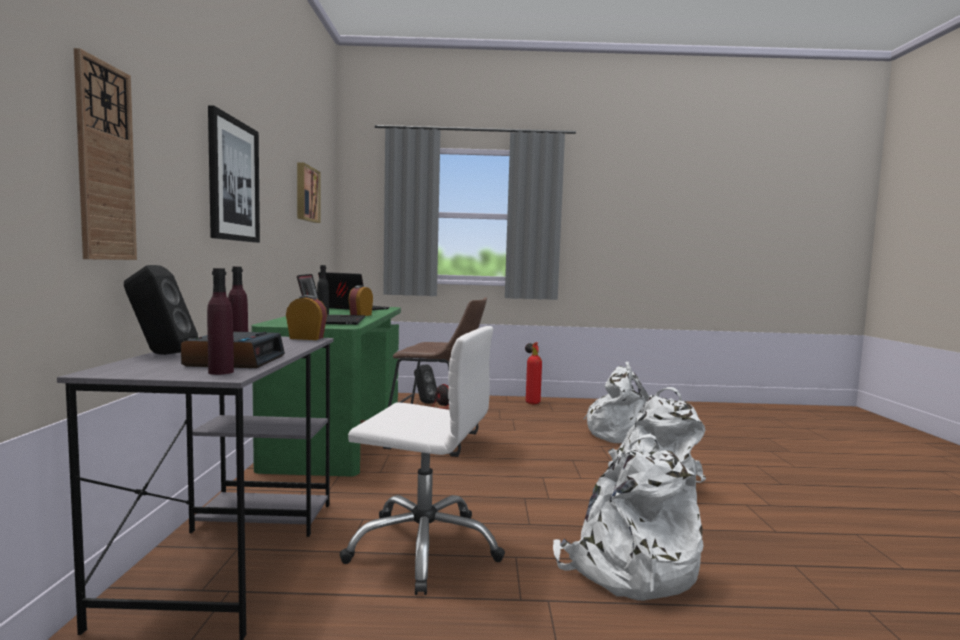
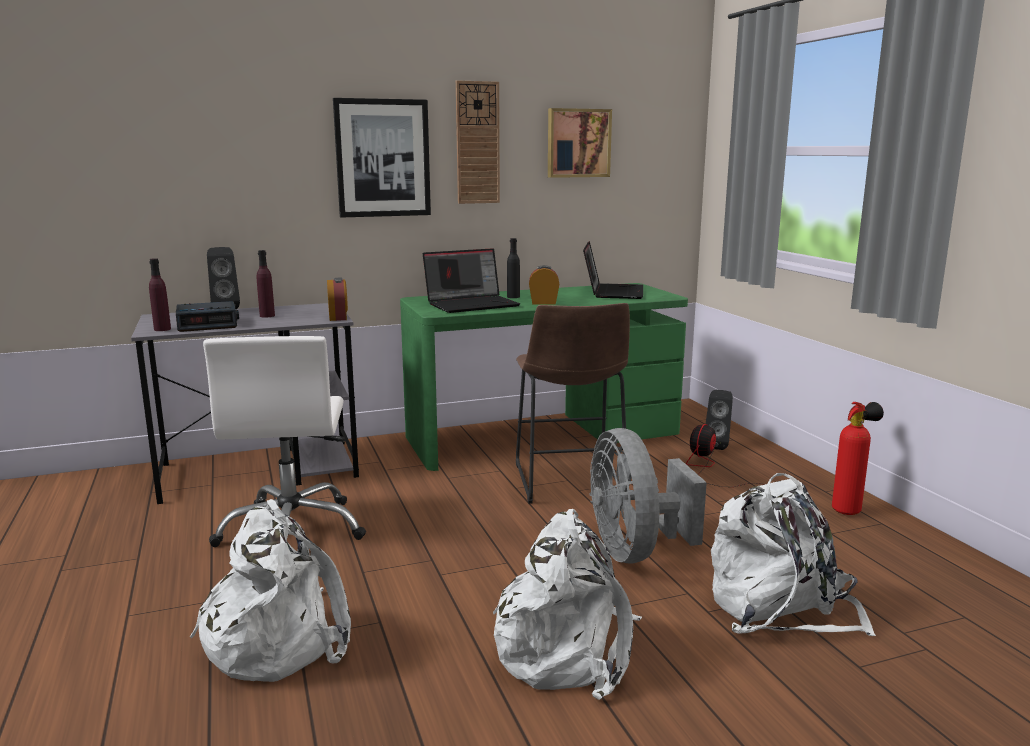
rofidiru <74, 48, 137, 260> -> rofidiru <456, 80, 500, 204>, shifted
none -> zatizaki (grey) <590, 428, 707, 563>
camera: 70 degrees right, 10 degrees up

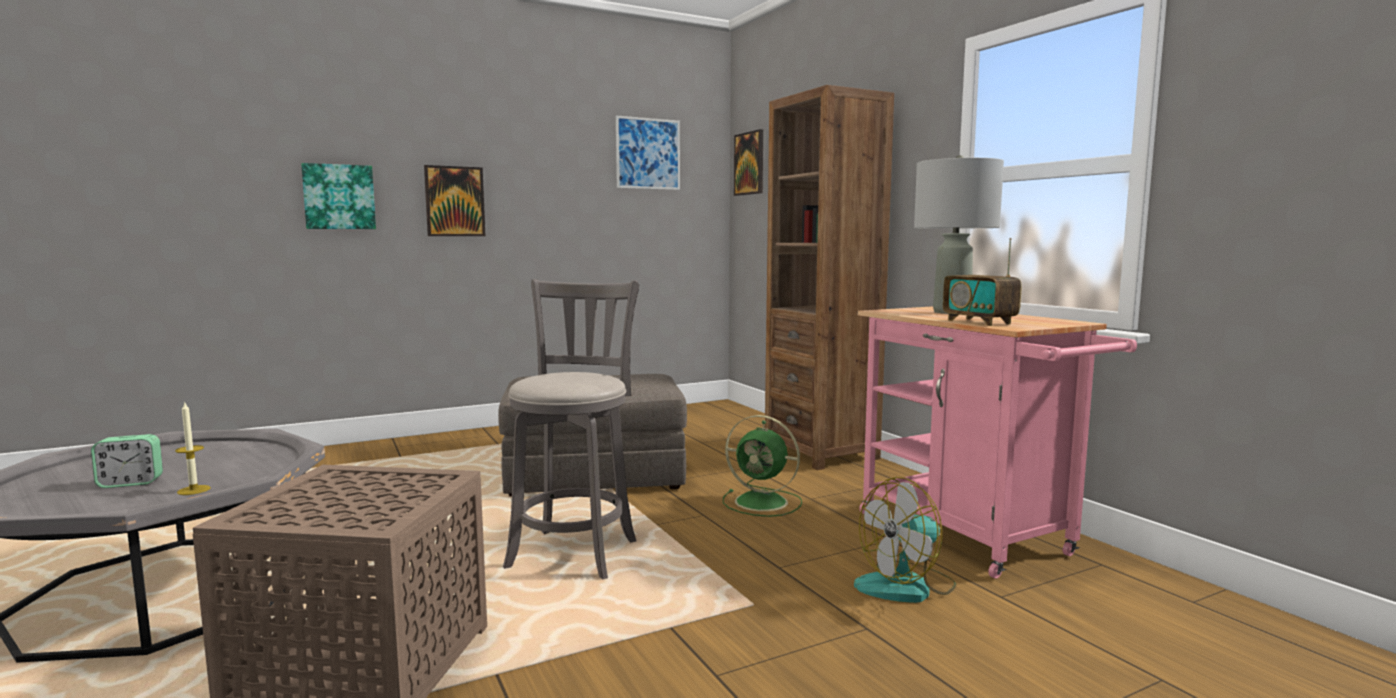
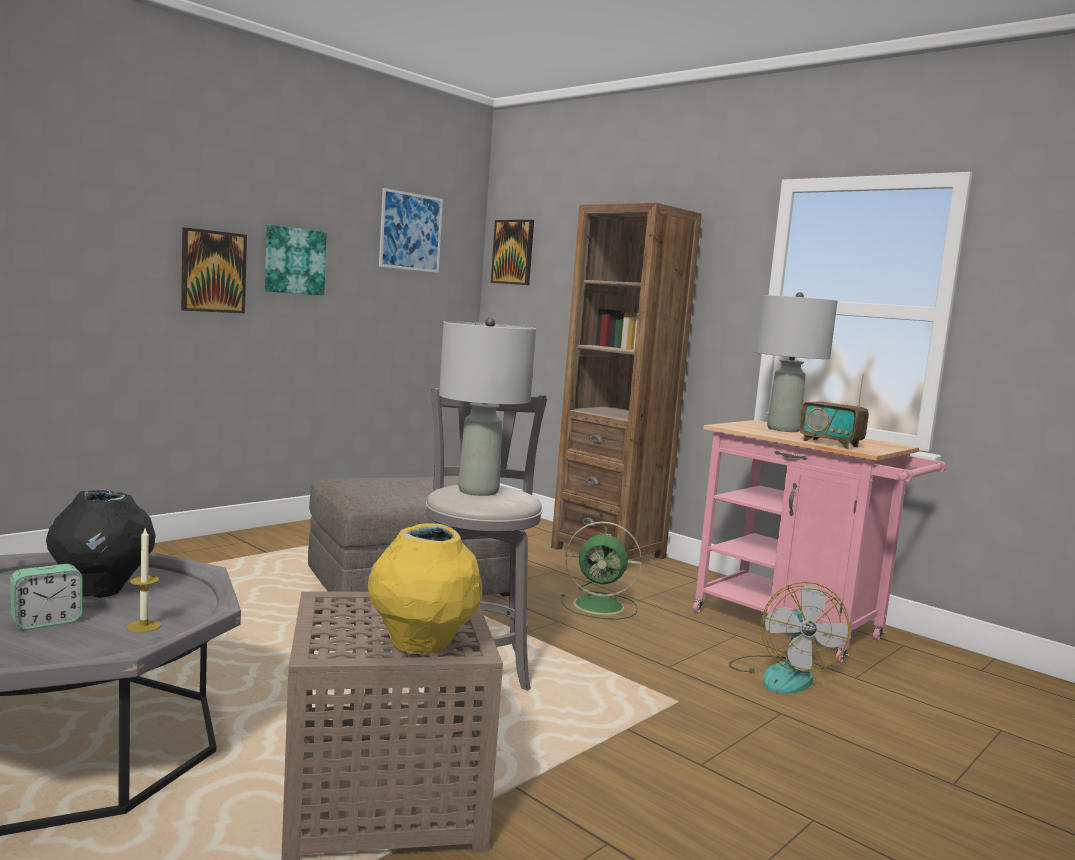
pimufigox <301, 163, 376, 229> -> pimufigox <265, 225, 327, 295>, shifted
zatizaki <854, 477, 957, 603> -> zatizaki <729, 582, 850, 694>, 45 degrees counterclockwise
none -> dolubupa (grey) <439, 318, 536, 496>
none -> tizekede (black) <46, 490, 155, 598>
none -> tizekede (yellow) <368, 523, 482, 654>
camera: 20 degrees left, 0 degrees up

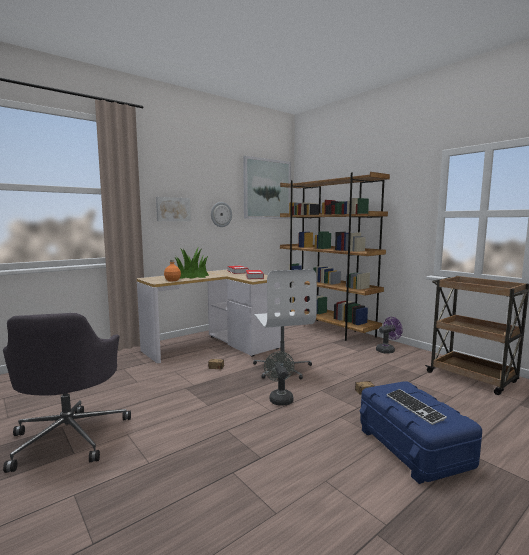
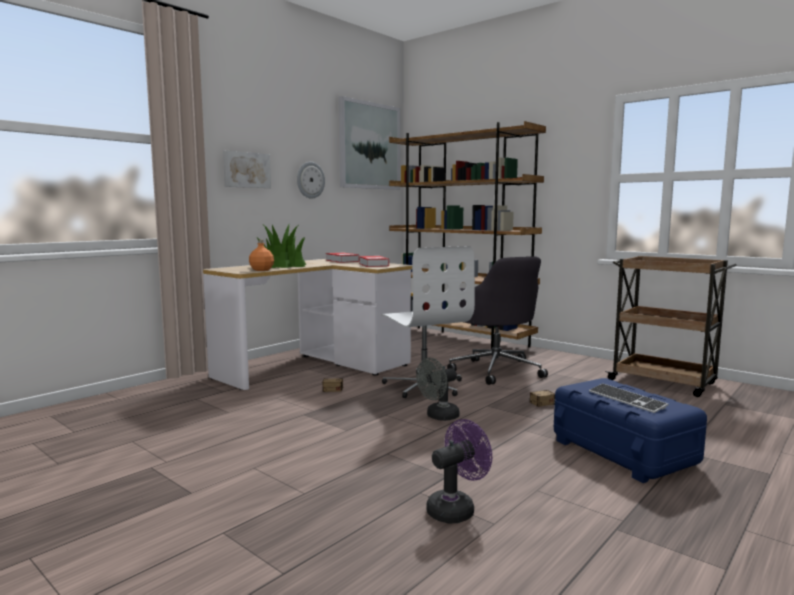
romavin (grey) <3, 313, 131, 473> -> romavin (grey) <447, 256, 548, 385>, shifted
zatizaki (purple) <376, 317, 403, 354> -> zatizaki (purple) <426, 419, 492, 524>, shifted
zatizaki (grey) <264, 351, 294, 406> -> zatizaki (grey) <416, 358, 460, 421>, 105 degrees counterclockwise
camera: 10 degrees left, 0 degrees up

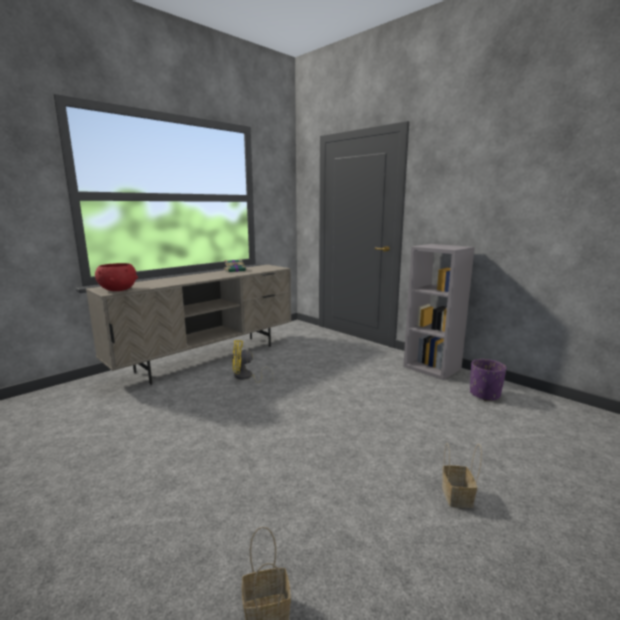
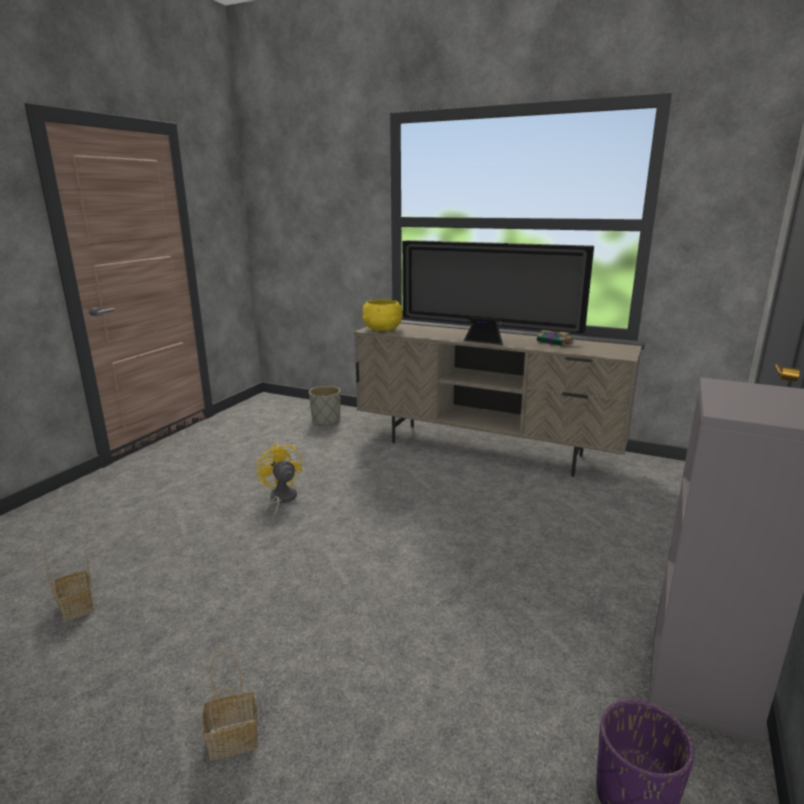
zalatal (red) <95, 263, 138, 291> -> zalatal (yellow) <362, 300, 402, 331>
zatizaki (yellow) <232, 340, 273, 383> -> zatizaki (yellow) <256, 442, 303, 522>, shifted
none -> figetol <402, 240, 594, 345>
none -> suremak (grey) <309, 386, 340, 426>
camera: 70 degrees right, 5 degrees up

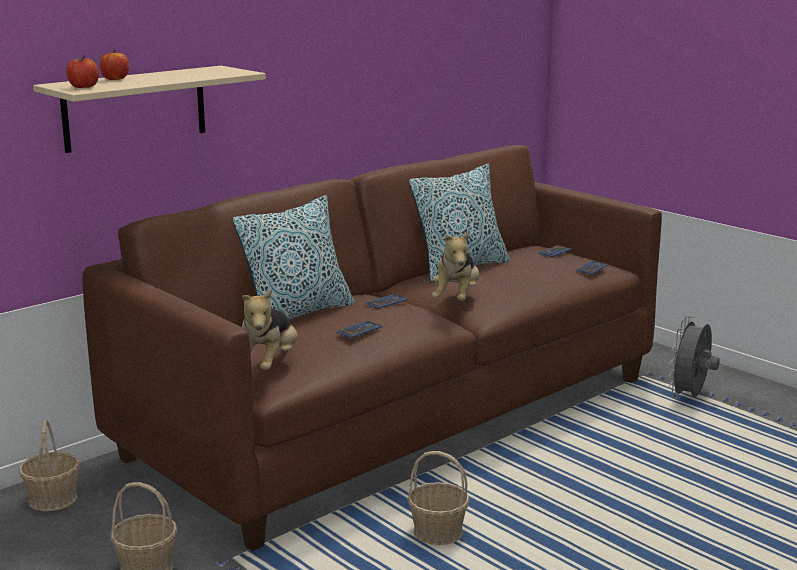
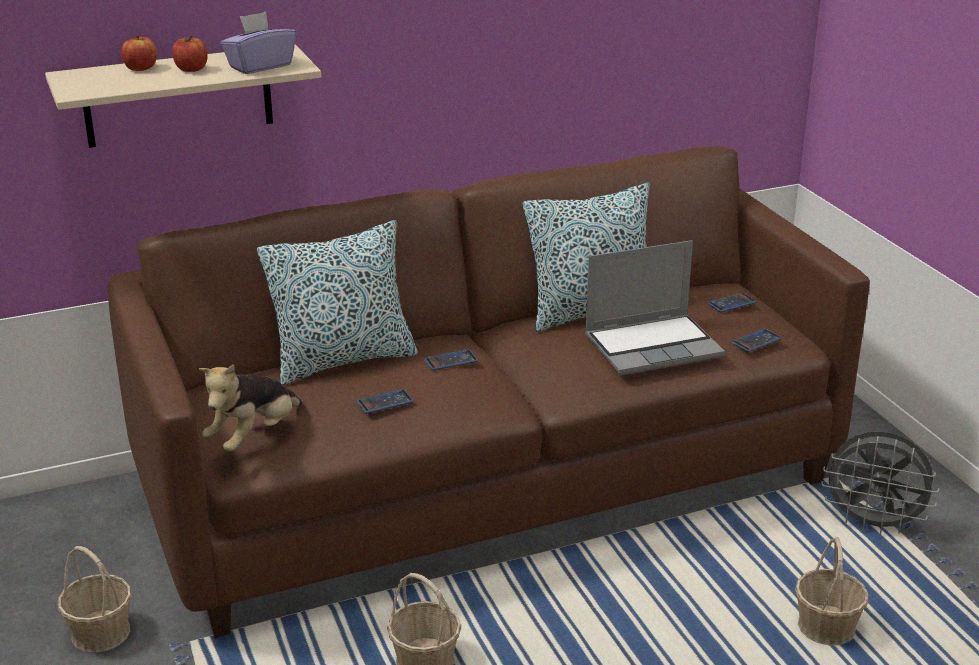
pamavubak <66, 56, 99, 88> -> pamavubak <172, 35, 208, 72>, shifted
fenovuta <432, 231, 479, 301> -> none
zatizaki (grey) <668, 316, 720, 399> -> zatizaki (grey) <821, 431, 939, 535>, 120 degrees counterclockwise
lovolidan <19, 419, 80, 511> -> lovolidan <795, 537, 869, 646>, shifted
none -> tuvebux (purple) <220, 12, 296, 74>
none -> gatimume <585, 240, 725, 375>
camera: 20 degrees right, 10 degrees up

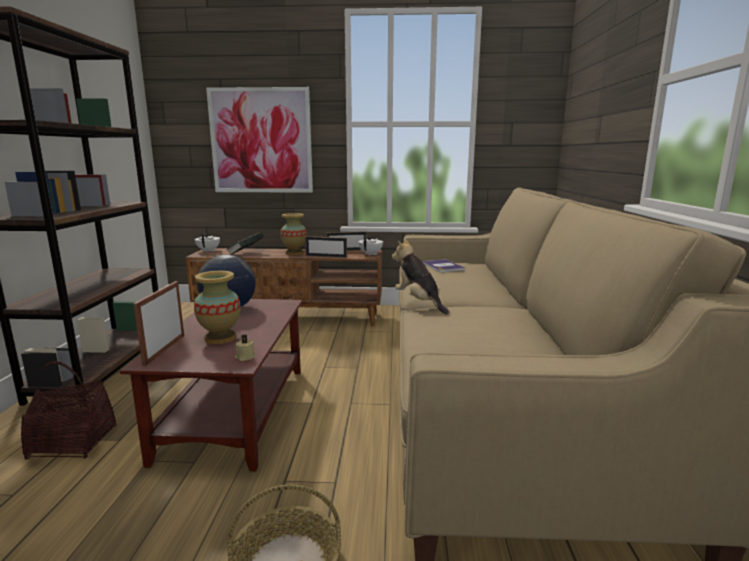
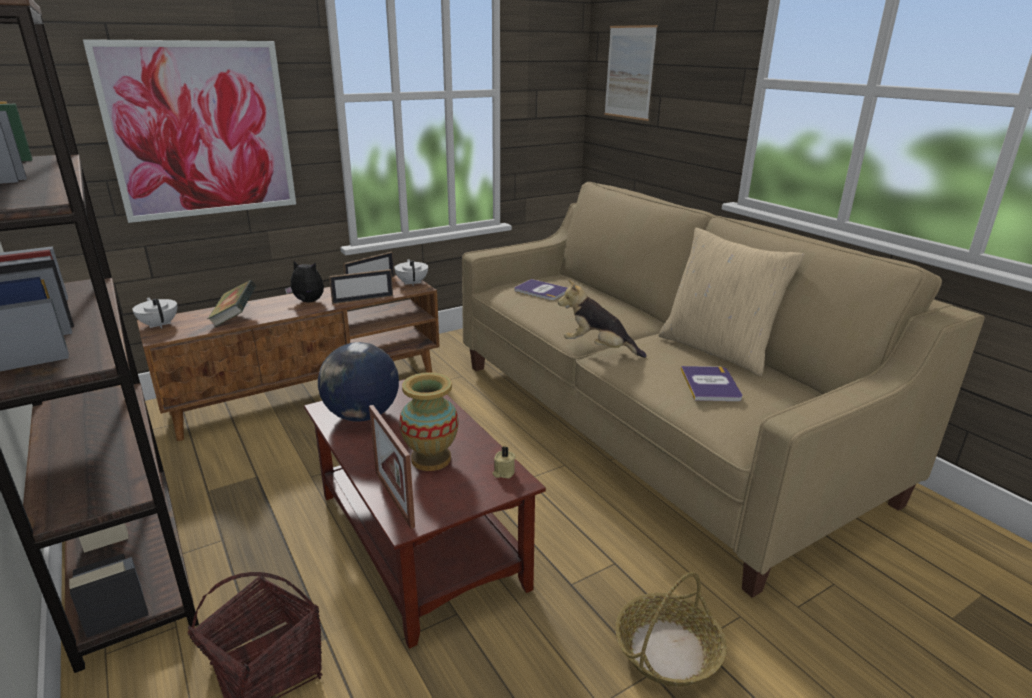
tizekede <280, 213, 307, 255> -> fenovuta <285, 260, 324, 302>
none -> pimufigox <604, 25, 657, 121>
none -> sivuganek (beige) <659, 228, 805, 376>
none -> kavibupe <681, 366, 742, 401>
camera: 35 degrees left, 10 degrees up

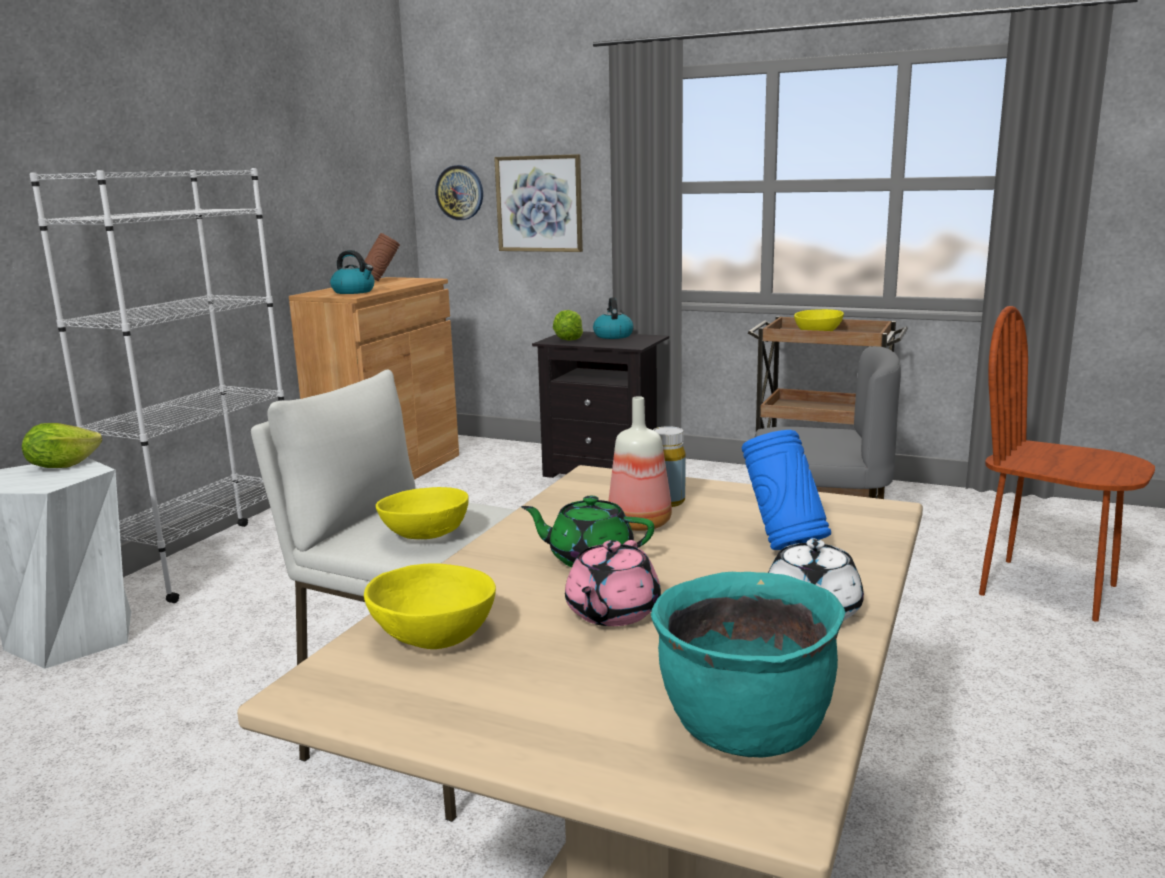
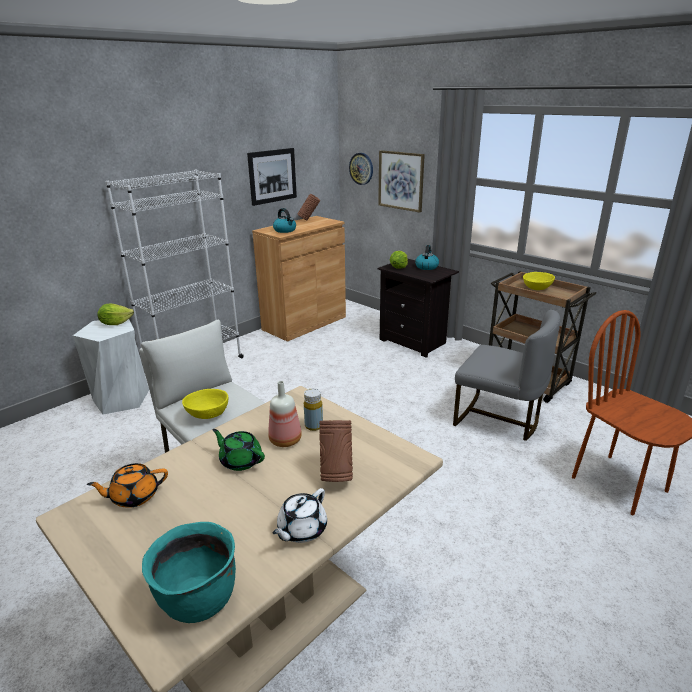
tizekede (blue) <742, 430, 831, 550> -> tizekede (brown) <319, 420, 353, 482>
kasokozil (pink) <565, 540, 661, 626> -> none
zalatal (yellow) <364, 563, 496, 649> -> kasokozil (orange) <87, 463, 168, 508>
none -> pimufigox <247, 148, 297, 206>
camera: 20 degrees right, 10 degrees up

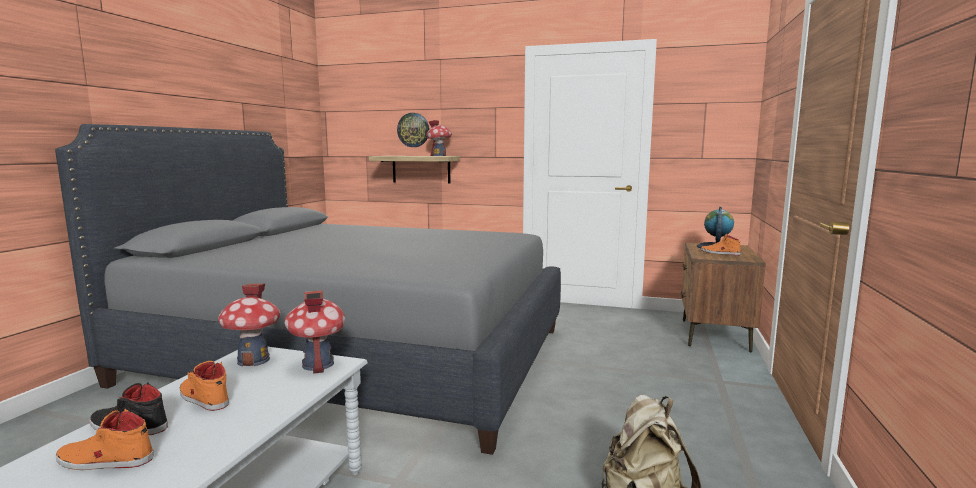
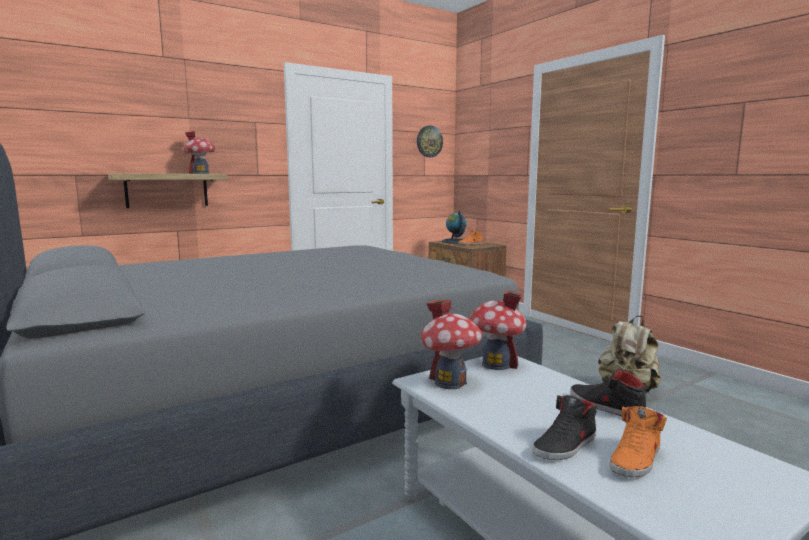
rofidiru <397, 113, 429, 147> -> rofidiru <417, 125, 443, 157>, shifted
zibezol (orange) <179, 361, 229, 411> -> none
none -> zibezol (black) <570, 368, 646, 416>
camera: 50 degrees left, 0 degrees up

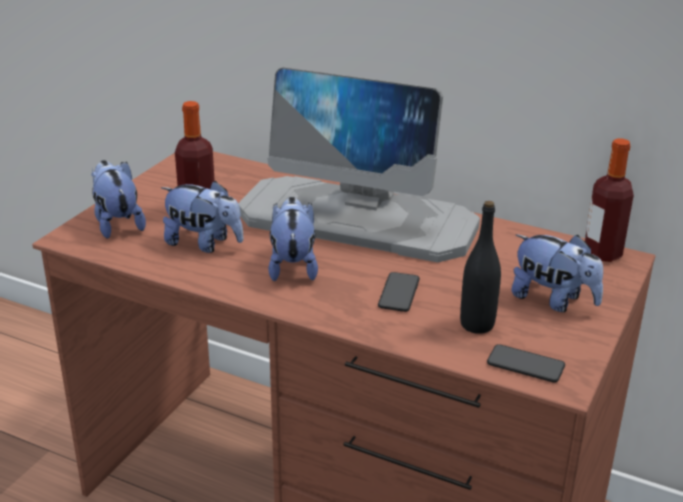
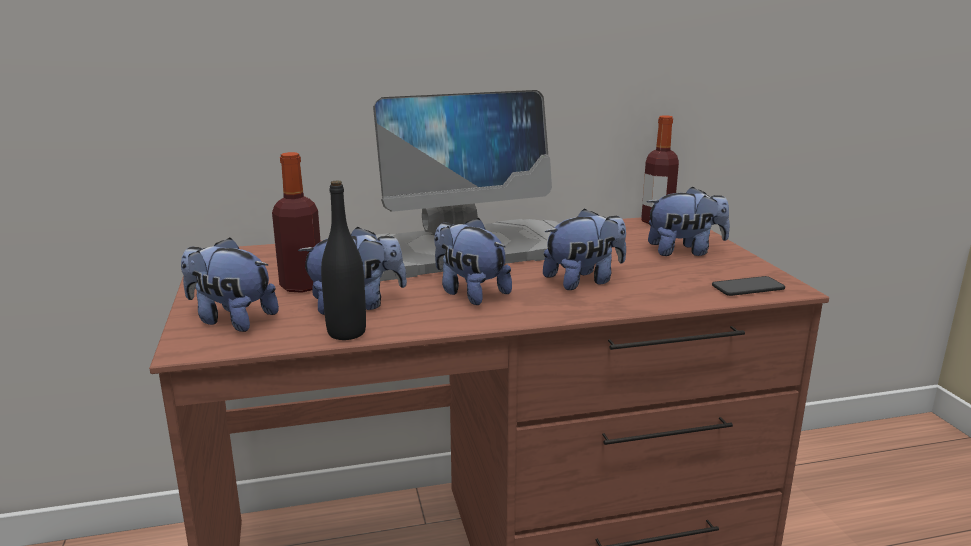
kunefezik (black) <460, 201, 501, 334> -> kunefezik (black) <321, 180, 366, 340>, shifted
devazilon <378, 272, 420, 312> -> fenovuta <543, 208, 626, 290>
camera: 40 degrees left, 10 degrees down

